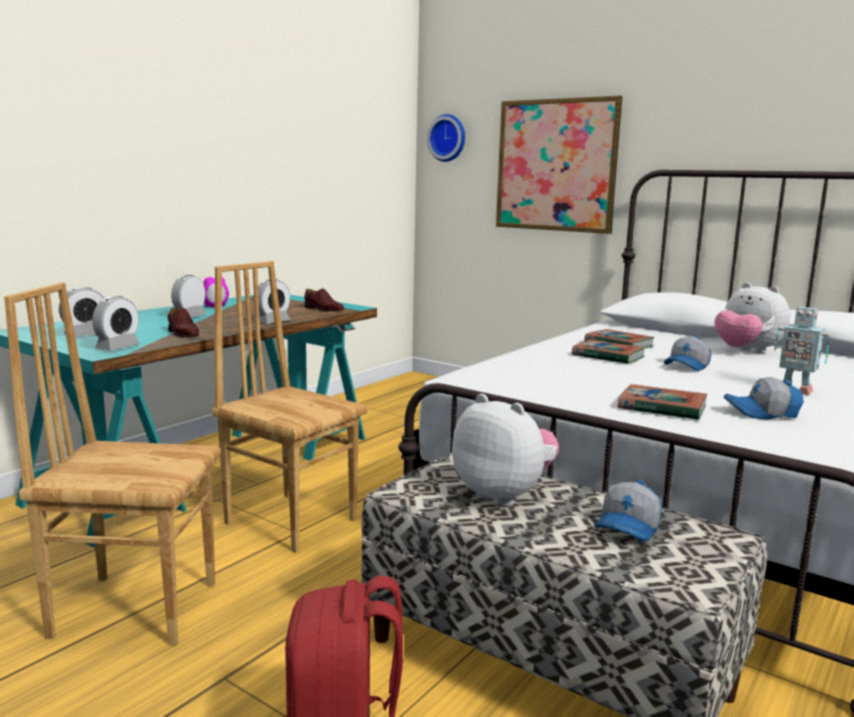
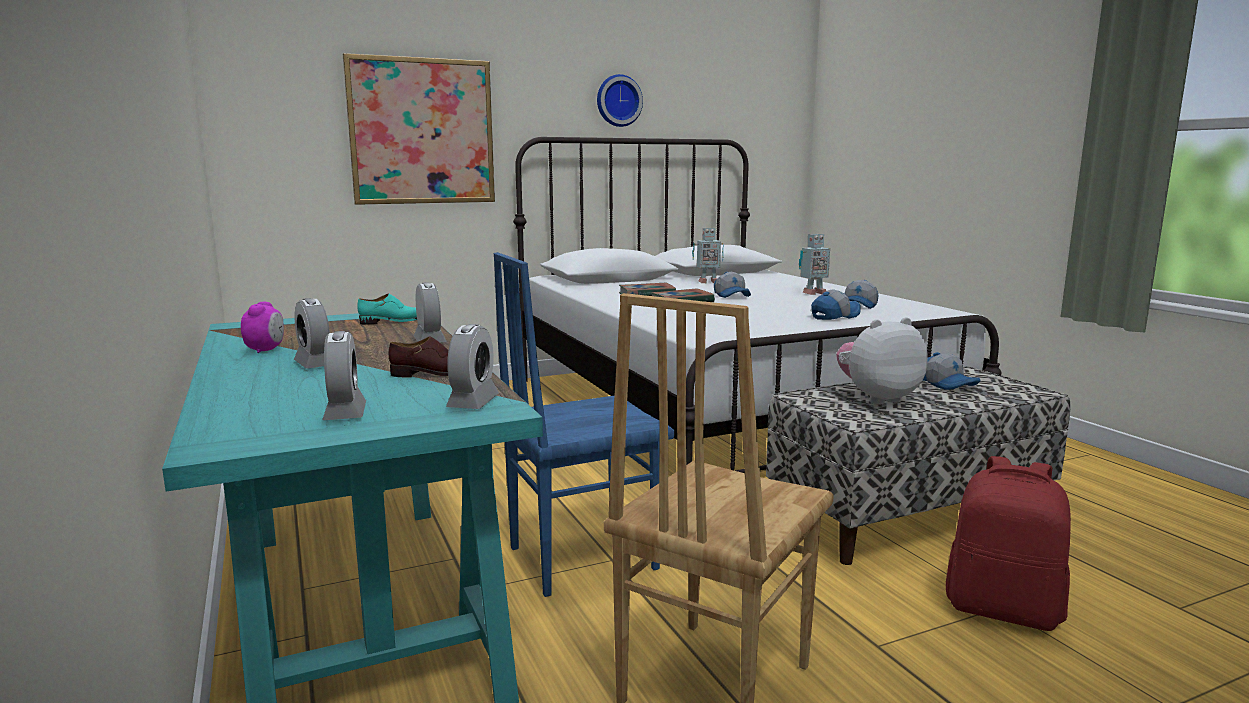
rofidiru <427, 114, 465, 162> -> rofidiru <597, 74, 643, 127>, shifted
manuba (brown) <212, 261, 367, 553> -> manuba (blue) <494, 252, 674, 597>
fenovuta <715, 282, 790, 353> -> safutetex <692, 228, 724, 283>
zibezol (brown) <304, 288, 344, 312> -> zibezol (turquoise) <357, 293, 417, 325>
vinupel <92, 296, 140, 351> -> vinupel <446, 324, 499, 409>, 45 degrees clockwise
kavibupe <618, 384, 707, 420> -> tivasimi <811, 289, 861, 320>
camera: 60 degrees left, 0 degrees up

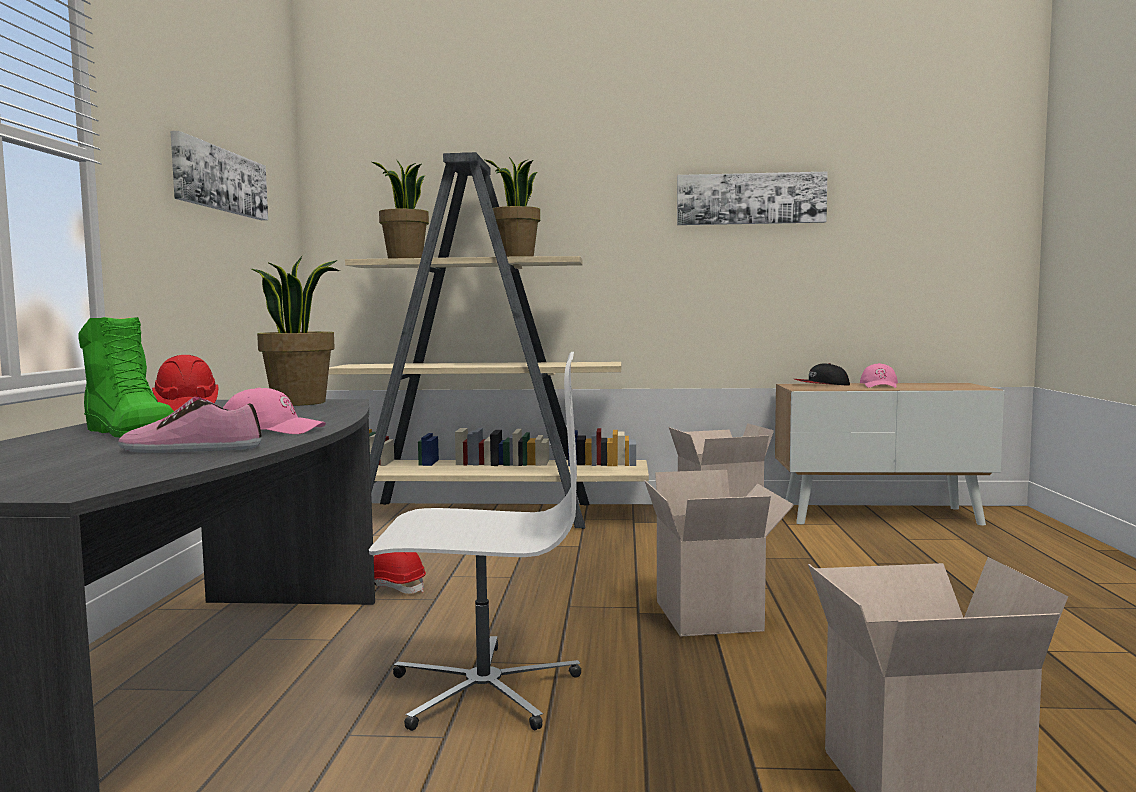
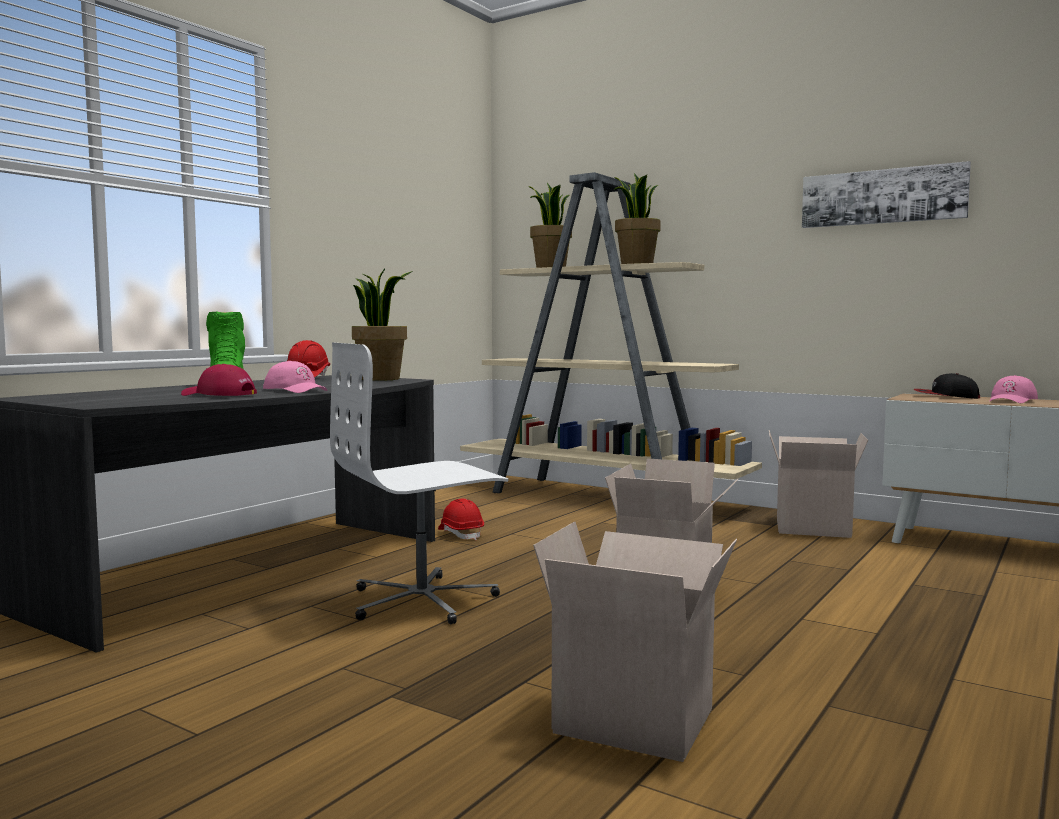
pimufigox <171, 131, 268, 220> -> none
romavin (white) <369, 352, 581, 731> -> romavin (white) <330, 343, 508, 624>, 120 degrees clockwise
zibezol <118, 397, 262, 453> -> tivasimi (red) <181, 364, 257, 396>
camera: 30 degrees right, 0 degrees up

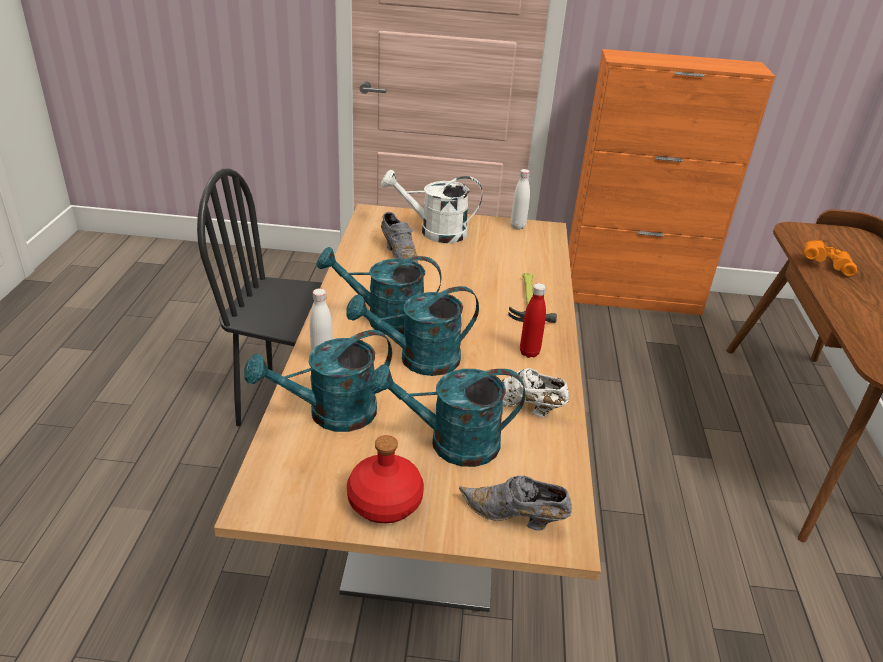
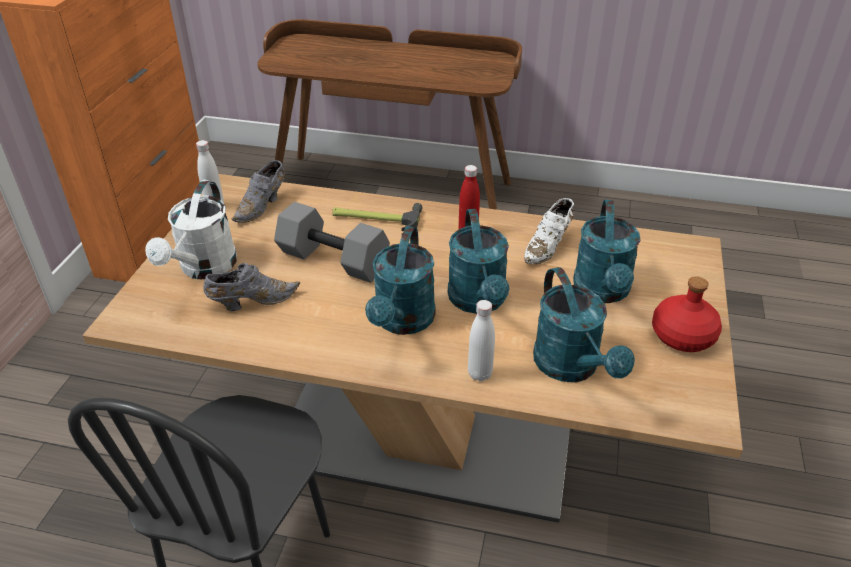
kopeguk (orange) <804, 240, 857, 277> -> none
zibezol (grey) <459, 476, 572, 530> -> zibezol (grey) <232, 160, 285, 223>, shifted
none -> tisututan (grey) <274, 202, 390, 283>
camera: 80 degrees left, 5 degrees up

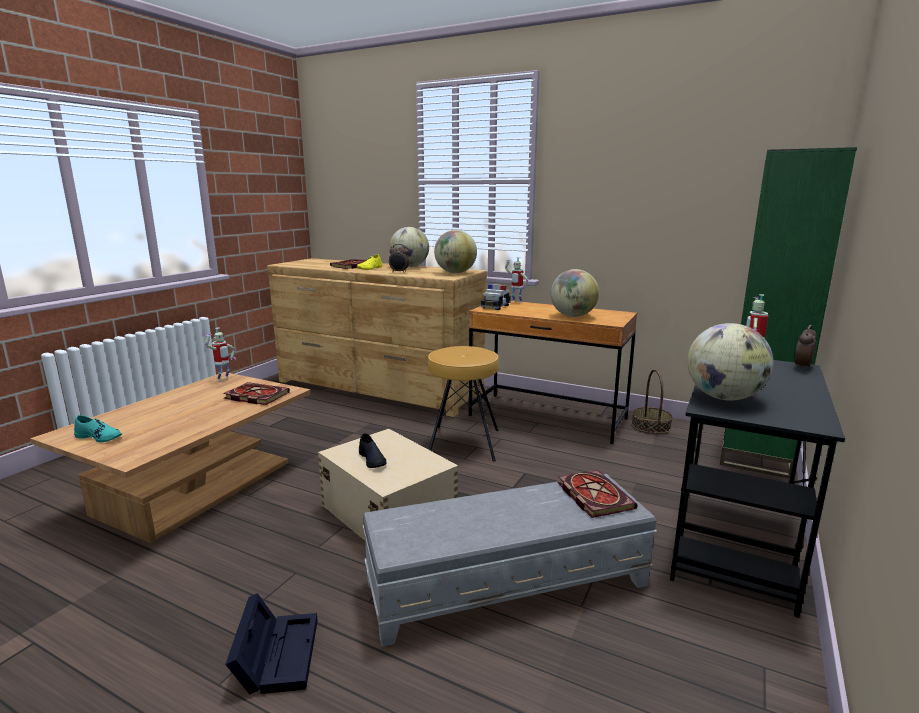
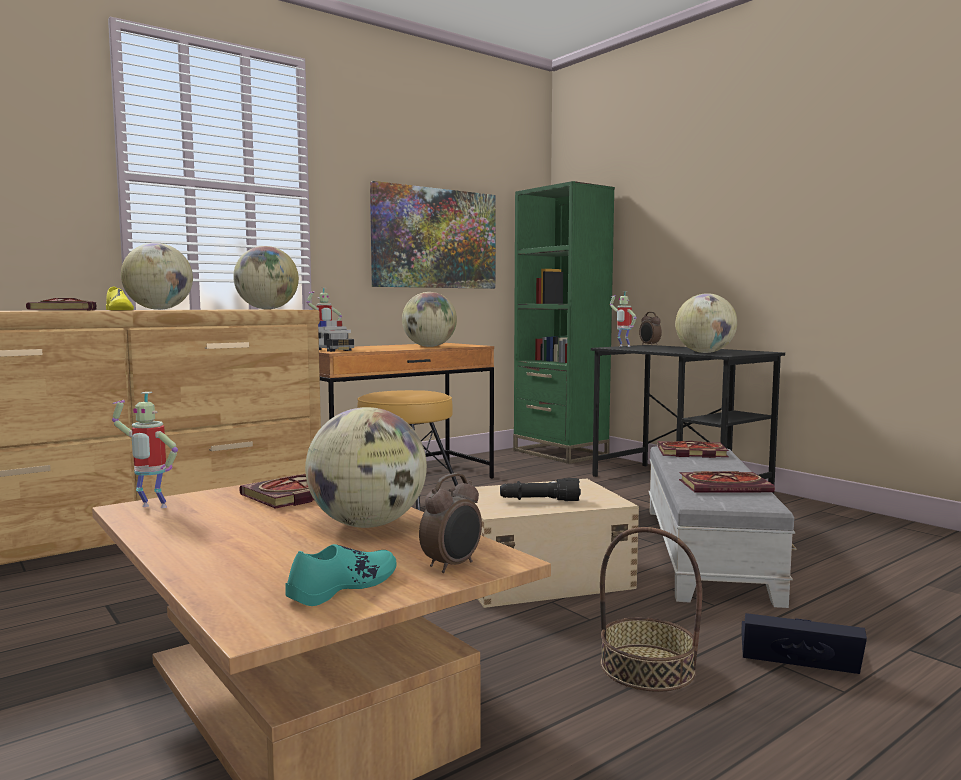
vinupel <389, 244, 410, 273> -> vinupel <419, 473, 482, 573>, shifted
safutetex <205, 328, 236, 381> -> safutetex <112, 392, 178, 508>, 135 degrees clockwise
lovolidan <631, 369, 672, 434> -> lovolidan <600, 527, 702, 692>, shifted
zibezol (black) <359, 433, 386, 468> -> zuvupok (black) <500, 478, 581, 501>
none -> pimufigox <370, 181, 496, 289>
none -> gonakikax <305, 407, 427, 528>
none -> kavibupe <679, 471, 775, 493>
camera: 65 degrees left, 10 degrees down

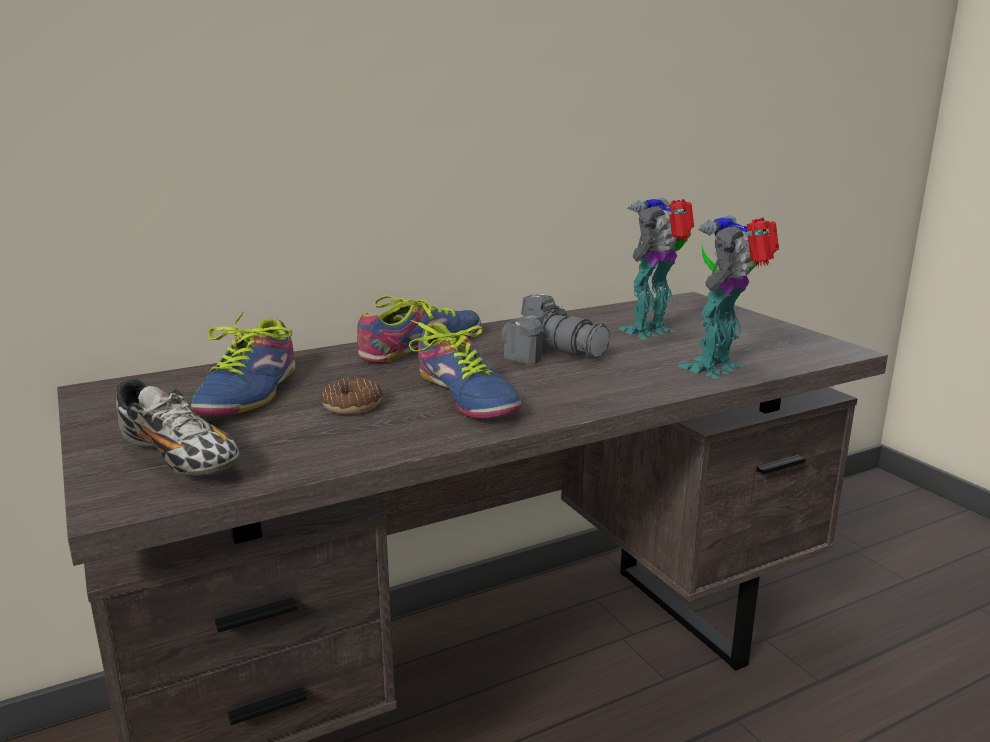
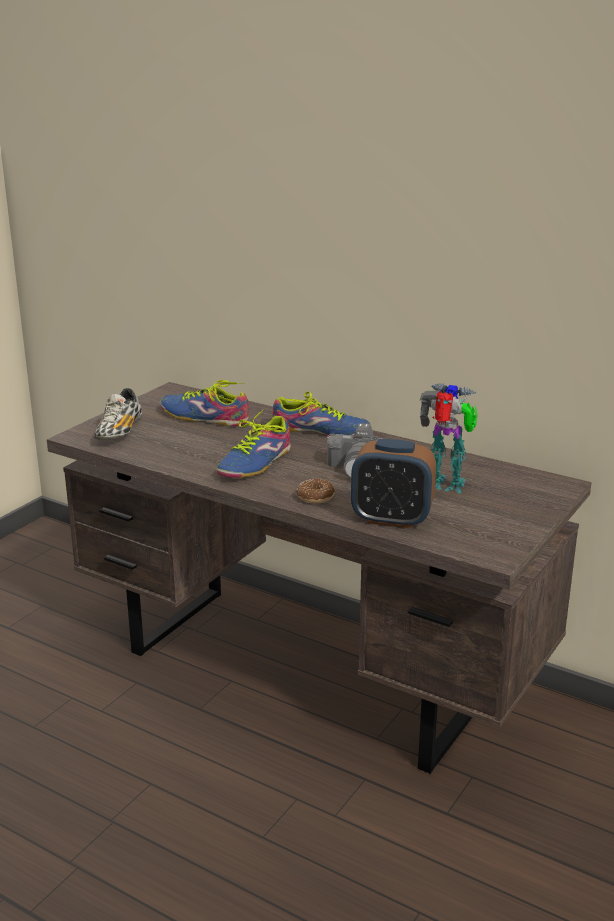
safutetex <678, 215, 779, 379> -> vinupel <351, 439, 436, 528>
zibezol <191, 311, 295, 415> -> zibezol <160, 380, 249, 426>, 45 degrees clockwise
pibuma <321, 378, 382, 414> -> pibuma <296, 478, 335, 504>, shifted
camera: 60 degrees right, 5 degrees up

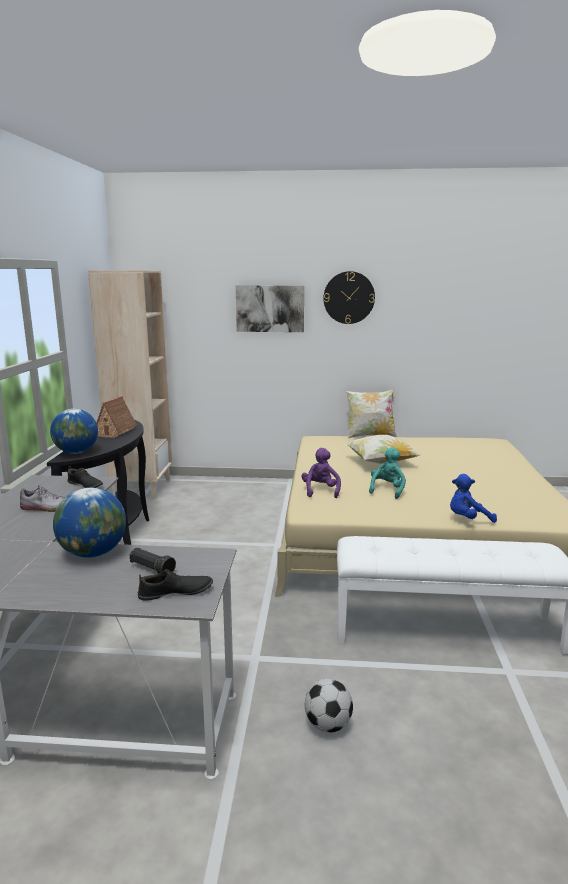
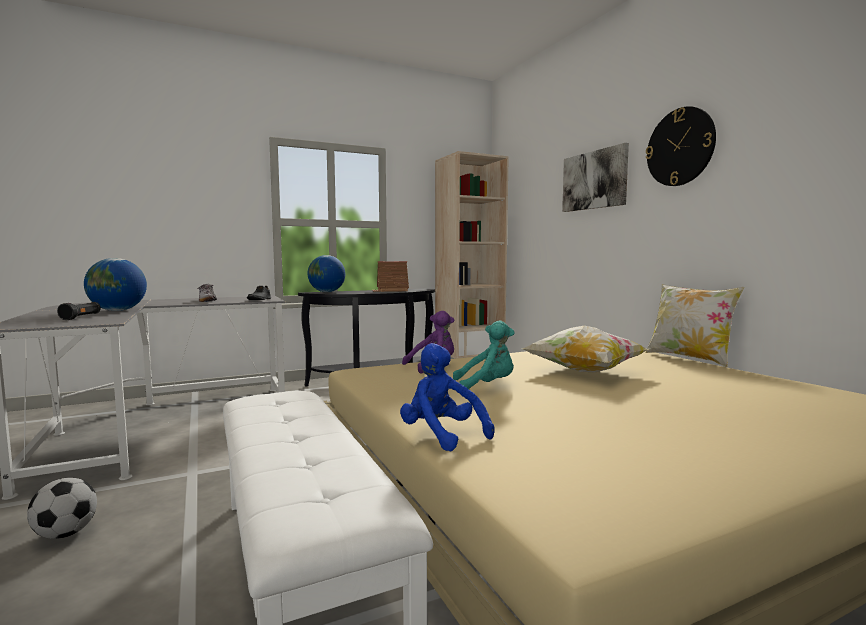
zibezol (black) <138, 569, 213, 601> -> none
camera: 60 degrees right, 10 degrees down

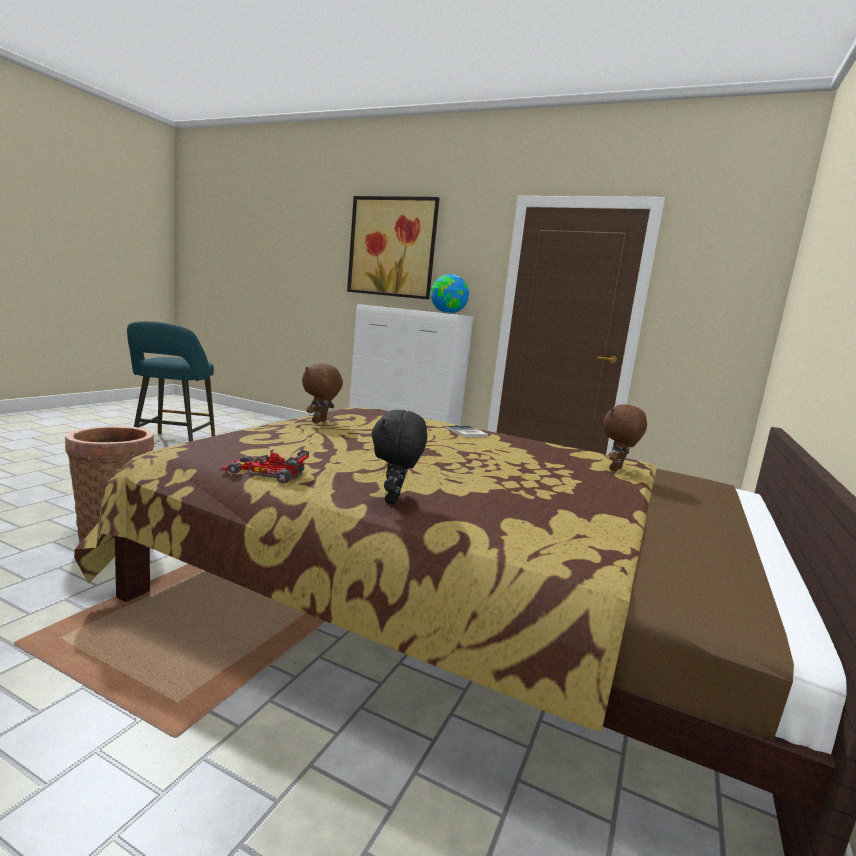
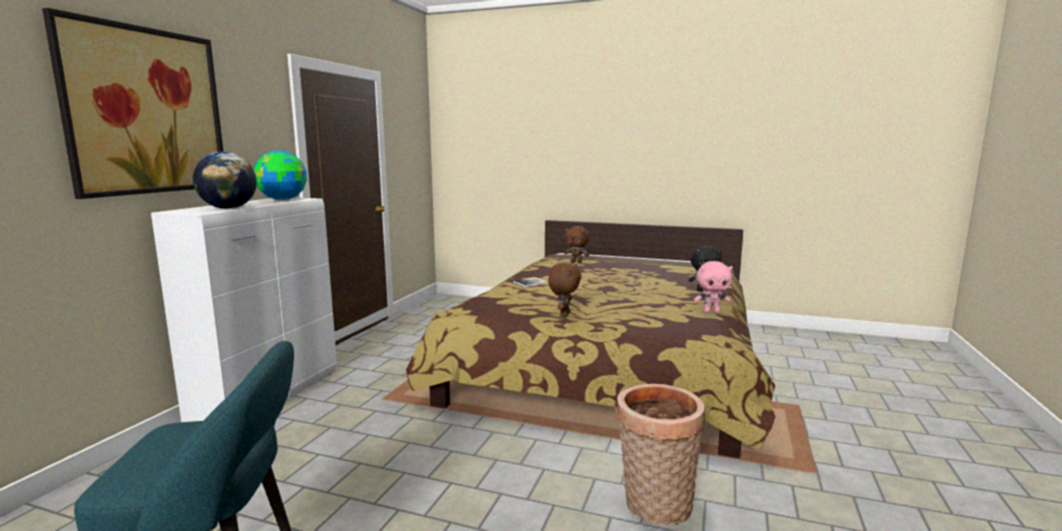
fenovuta (brown) <302, 363, 343, 423> -> fenovuta (brown) <548, 263, 582, 317>, 90 degrees counterclockwise
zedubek <220, 449, 309, 483> -> fenovuta (pink) <694, 261, 733, 313>
none -> gonakikax <193, 152, 257, 209>
camera: 95 degrees left, 0 degrees up

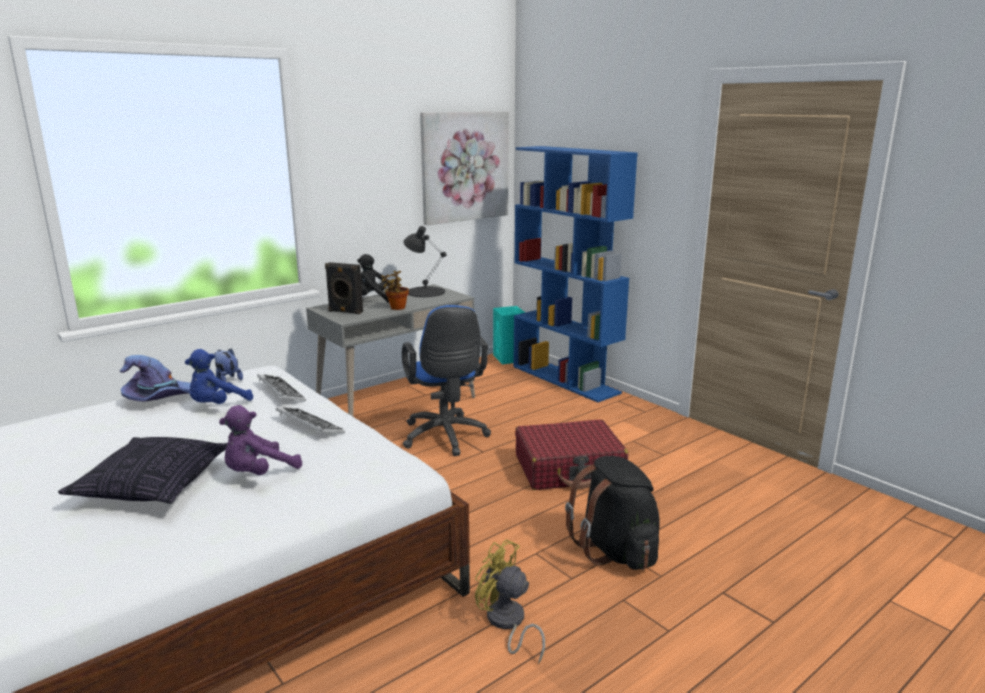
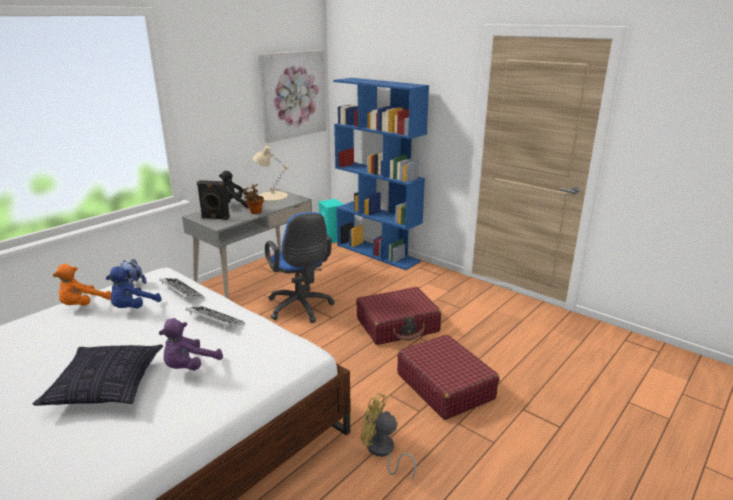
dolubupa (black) <403, 226, 447, 297> -> dolubupa (beige) <253, 146, 289, 201>
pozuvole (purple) <120, 355, 191, 402> -> fenovuta (orange) <53, 264, 111, 306>
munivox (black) <565, 456, 660, 570> -> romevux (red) <397, 334, 499, 420>
camera: 10 degrees left, 5 degrees up

